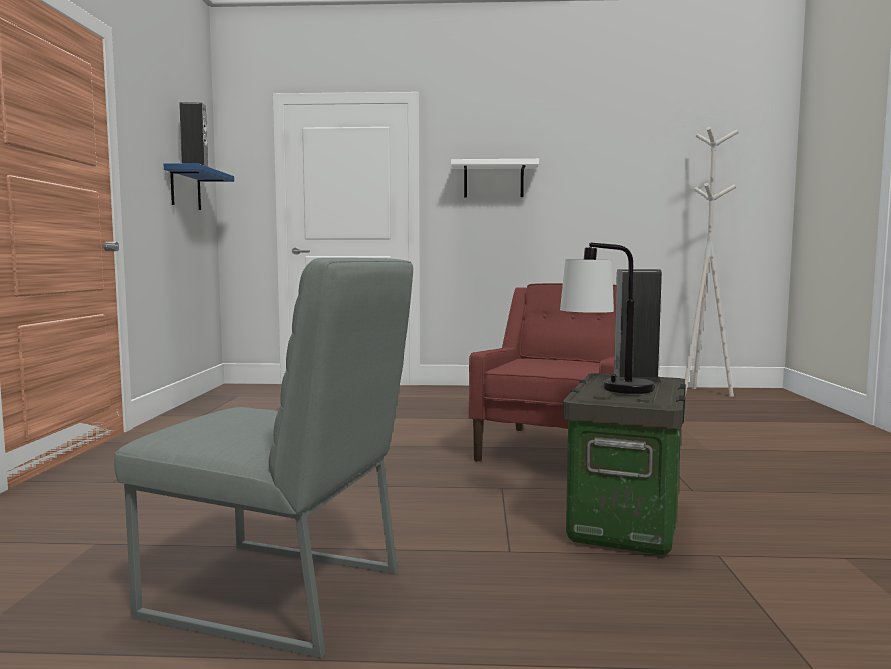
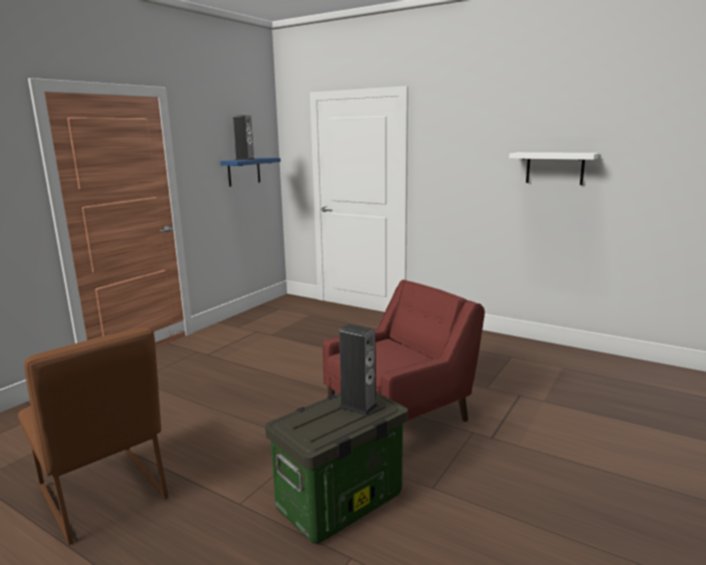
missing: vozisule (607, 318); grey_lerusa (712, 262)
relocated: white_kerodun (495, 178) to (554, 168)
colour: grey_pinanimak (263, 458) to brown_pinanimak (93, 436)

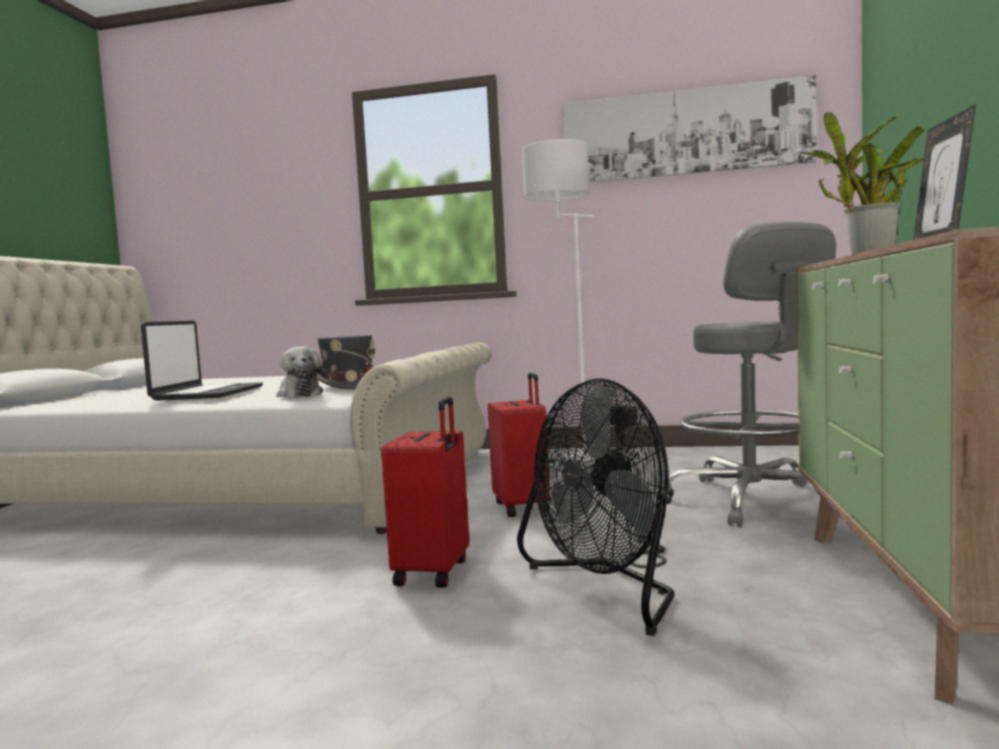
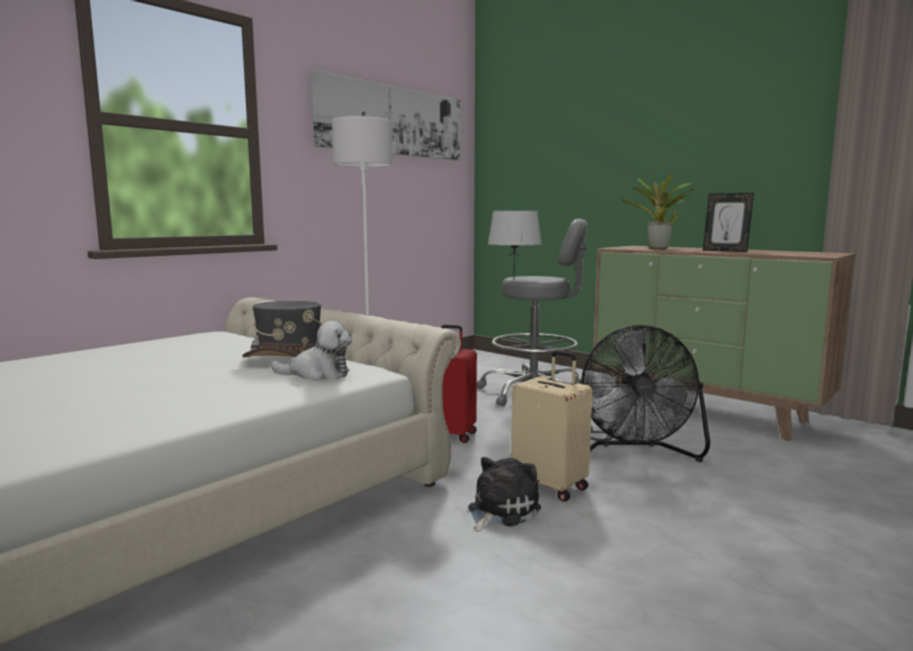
missing: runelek (202, 361)
appeared: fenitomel (504, 494); grey_vozisule (514, 245)
colour: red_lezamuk (425, 492) to beige_lezamuk (552, 426)

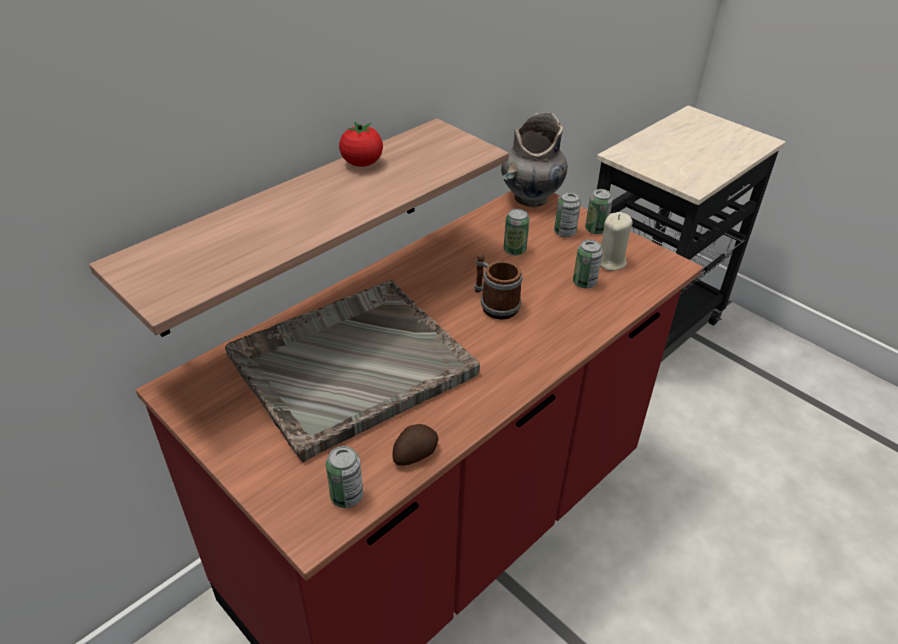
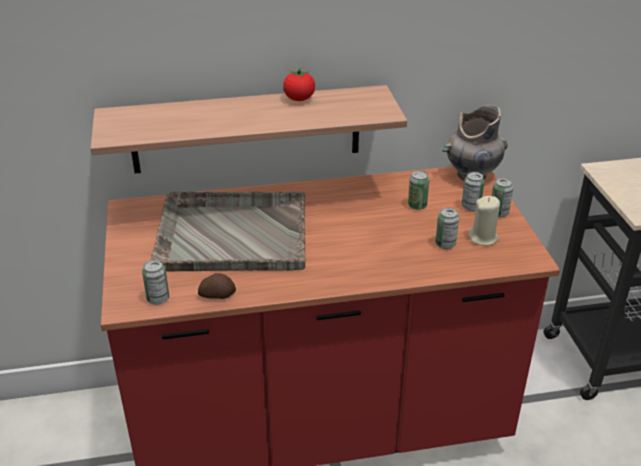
missing: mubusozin (499, 287)

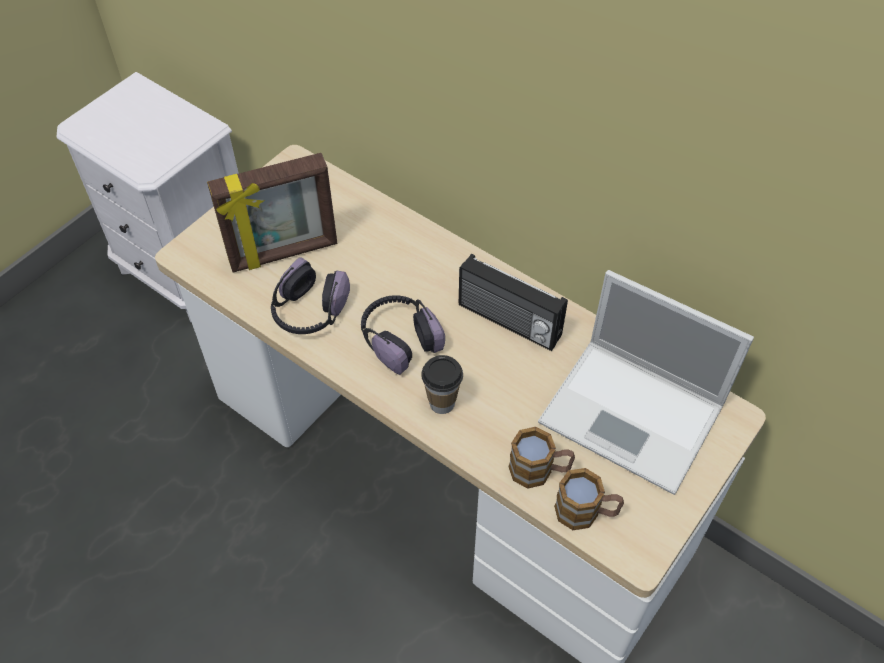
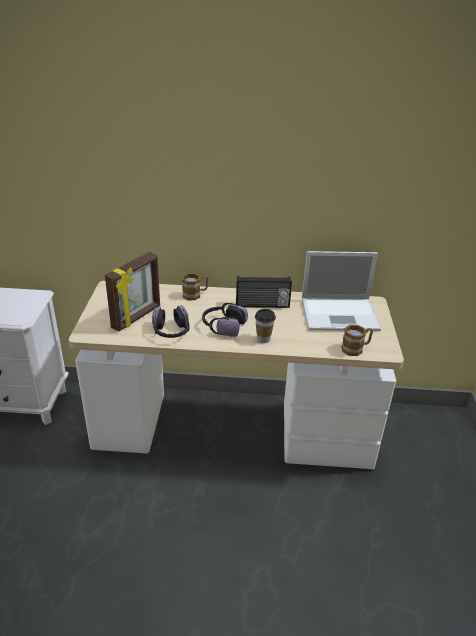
relocated: mubusozin (541, 457) to (195, 286)

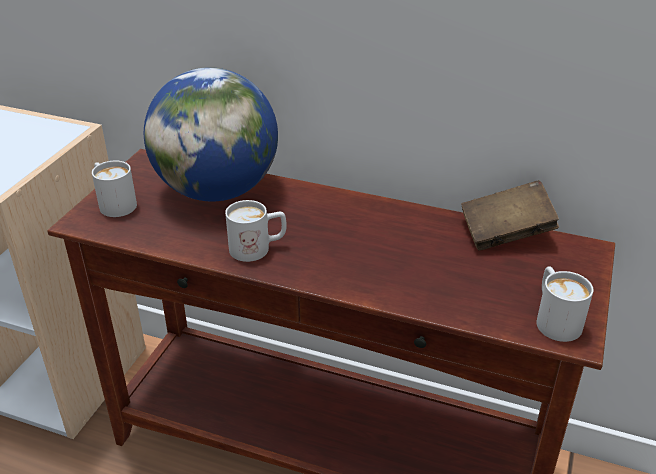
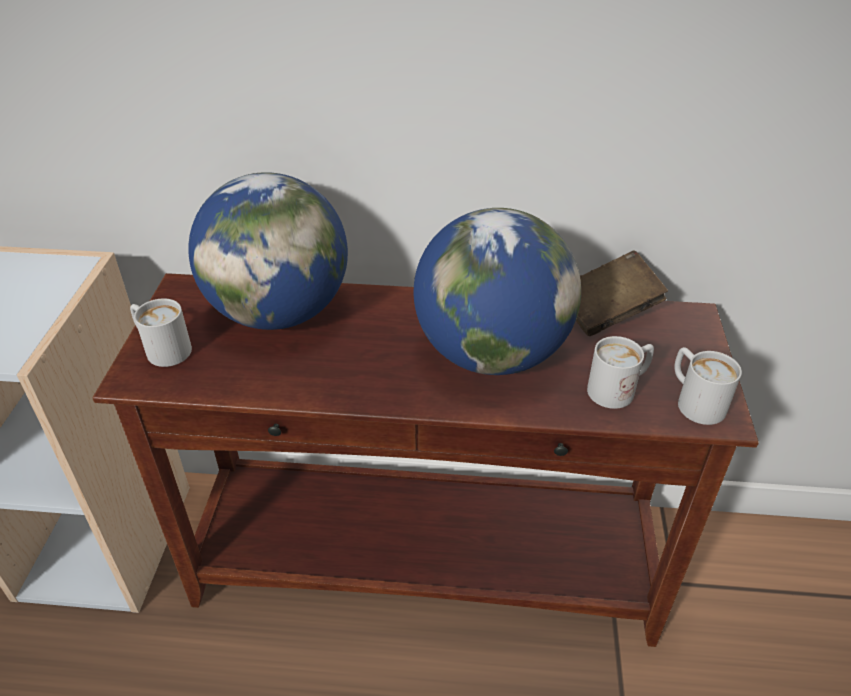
appeared: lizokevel (497, 291)
relocated: white_mubusozin (256, 231) to (620, 372)

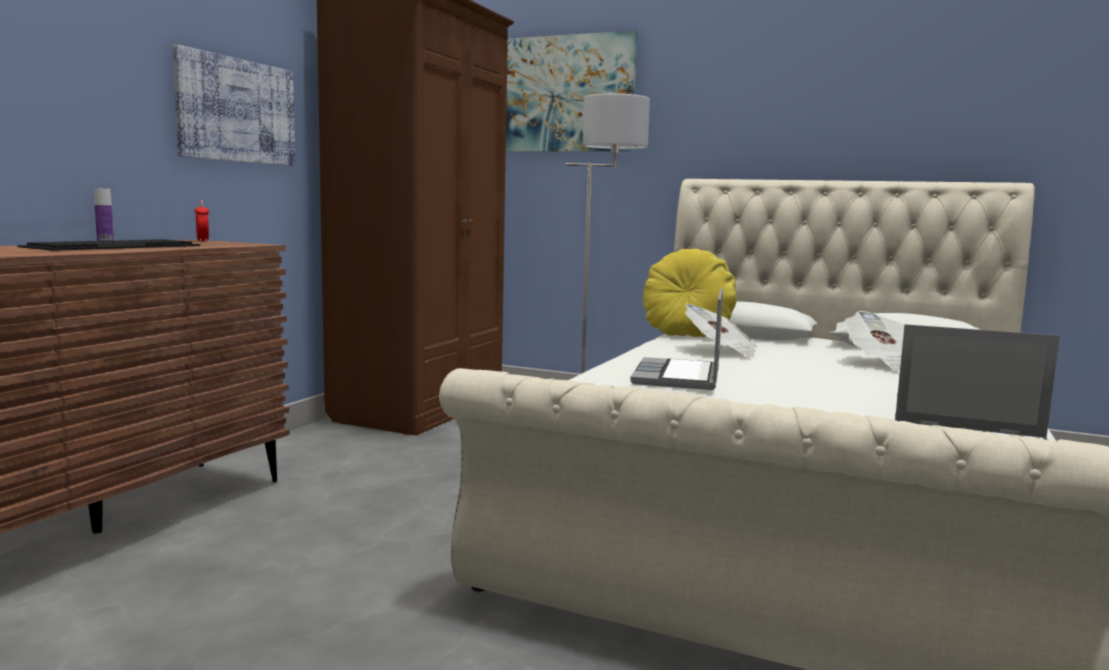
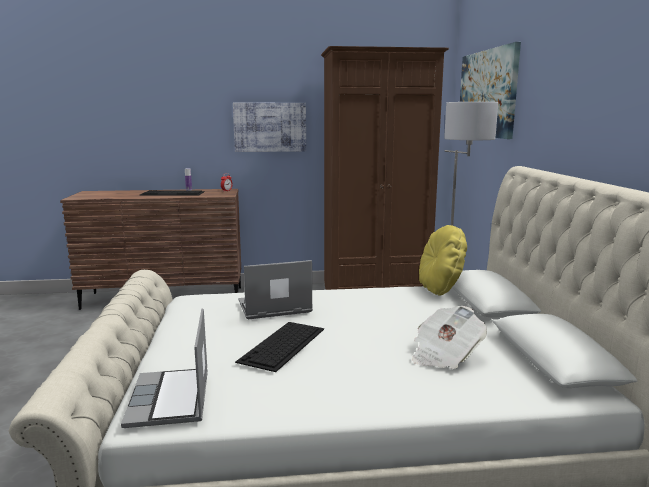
missing: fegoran (721, 331)
appeared: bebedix (279, 347)

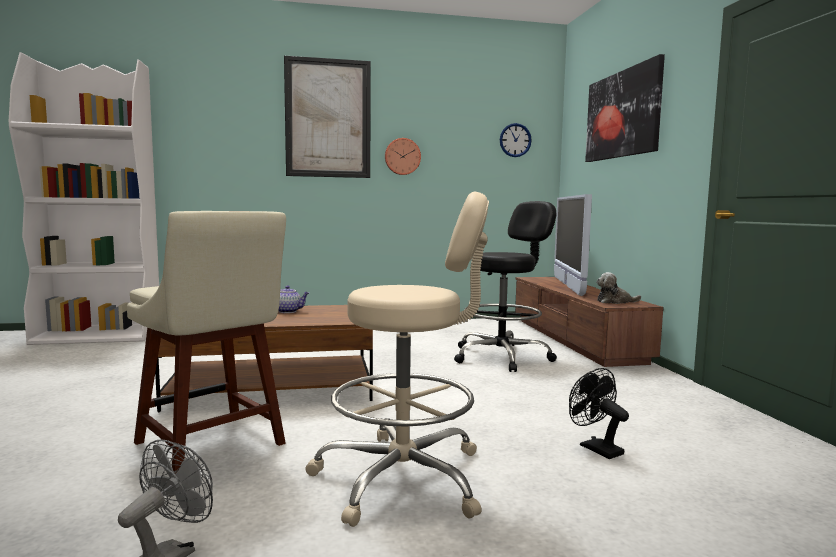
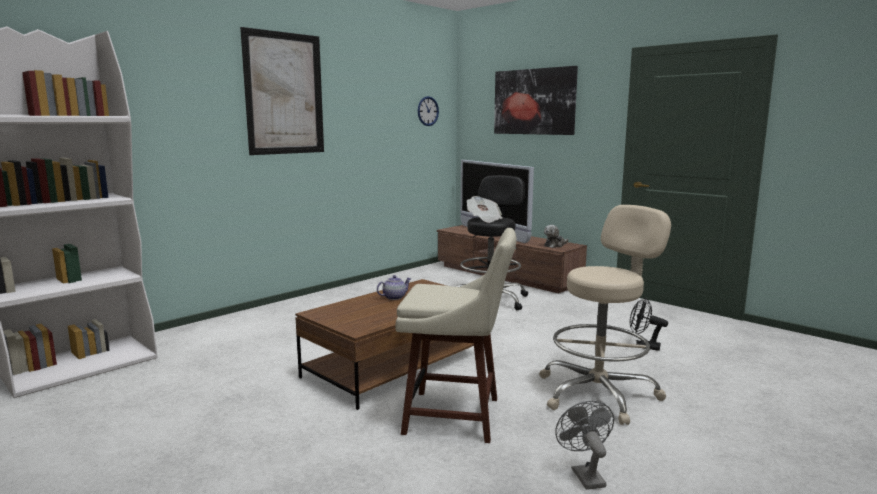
missing: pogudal (403, 156)
appeared: fegoran (484, 209)

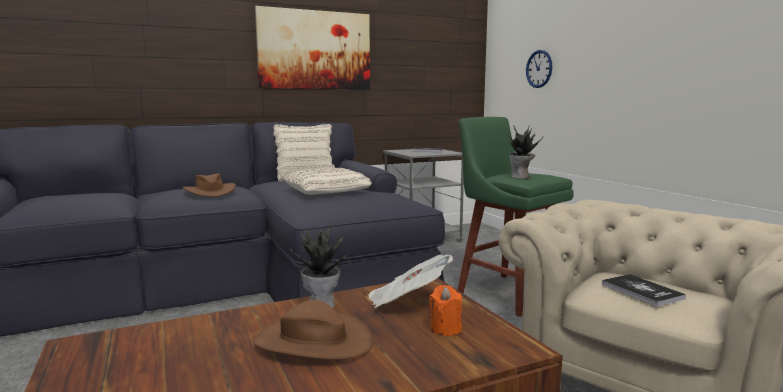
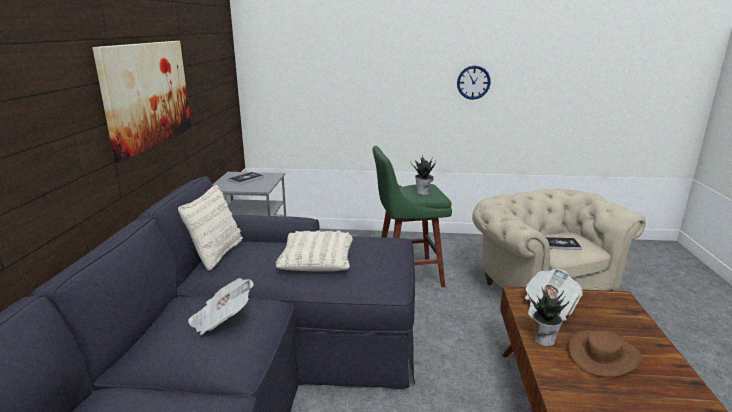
missing: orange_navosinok (445, 310)
relocated: pogudal (539, 69) to (474, 83)
exchanged: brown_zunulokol (209, 185) to fegoran (221, 306)

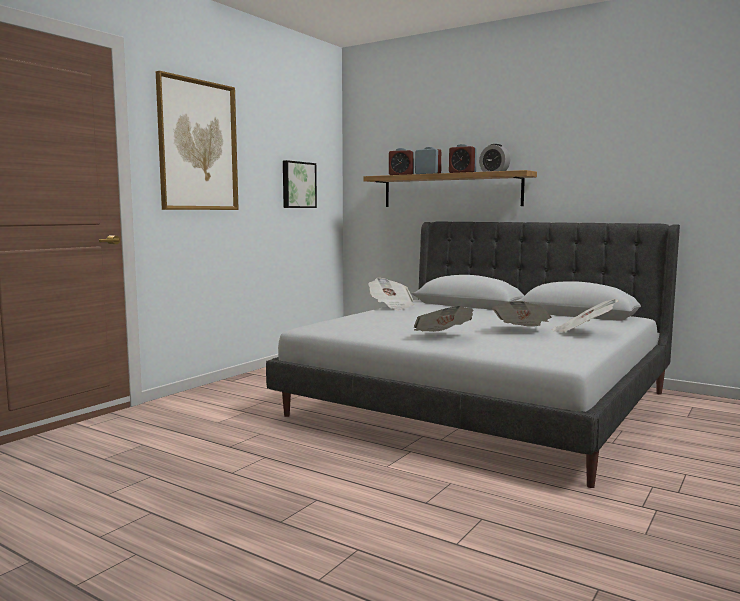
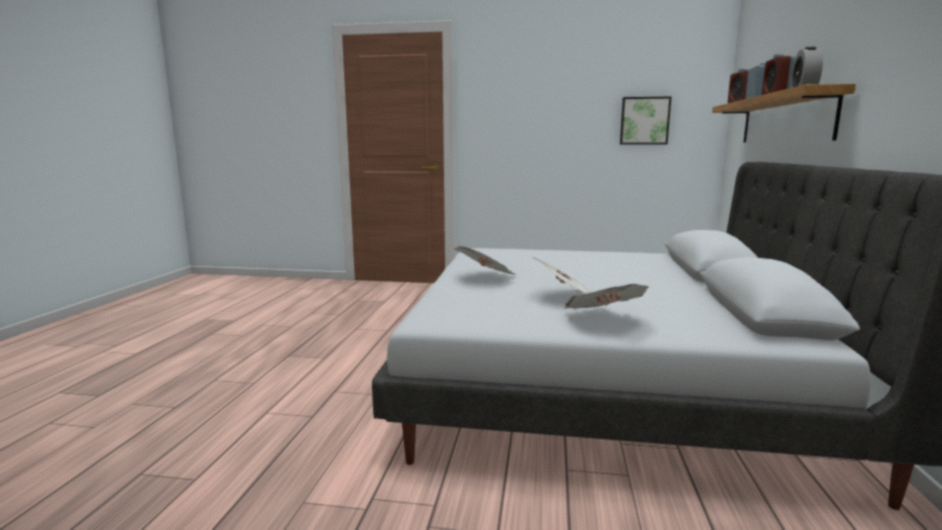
missing: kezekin (197, 140); fegoran (391, 294)

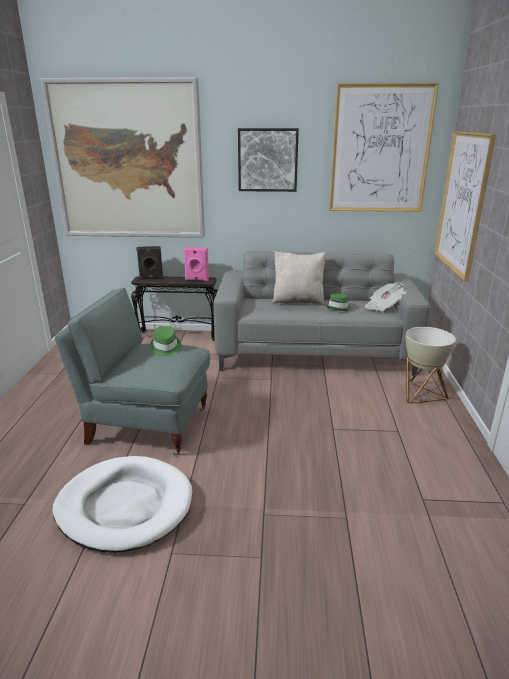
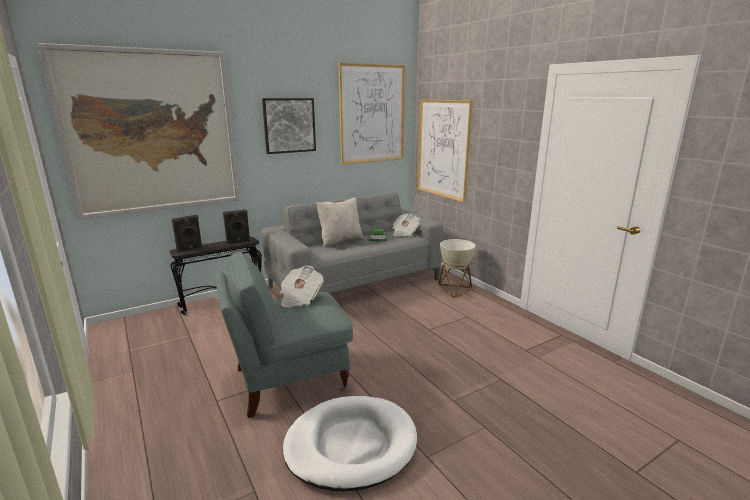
exchanged: green_zunulokol (165, 341) to fegoran (302, 286)
colour: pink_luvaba (196, 264) to black_luvaba (236, 226)

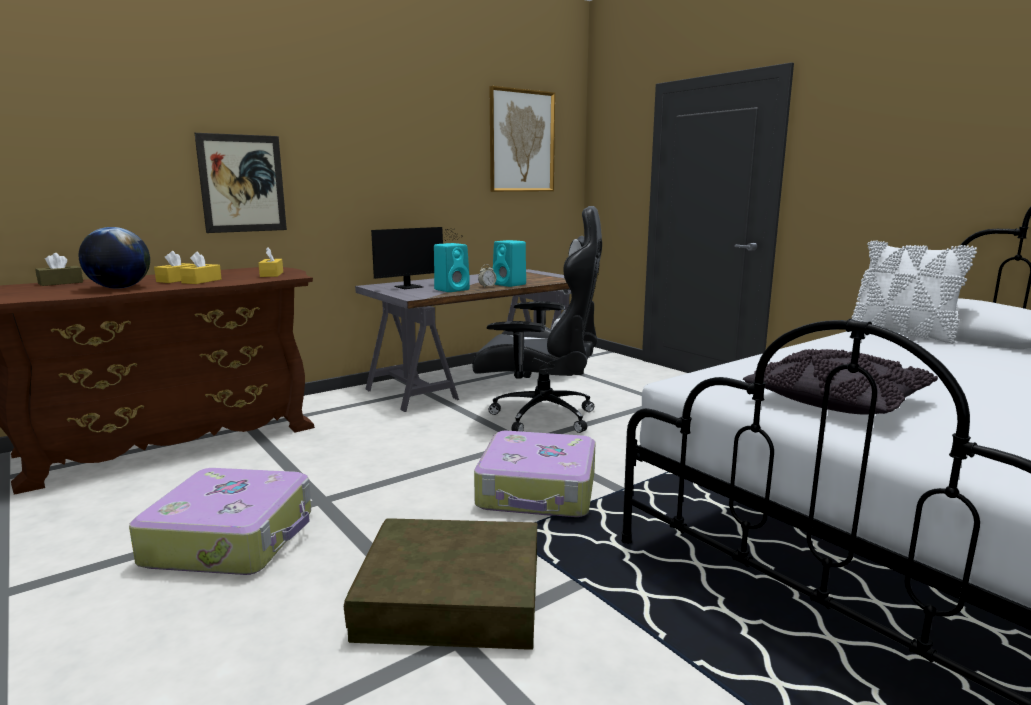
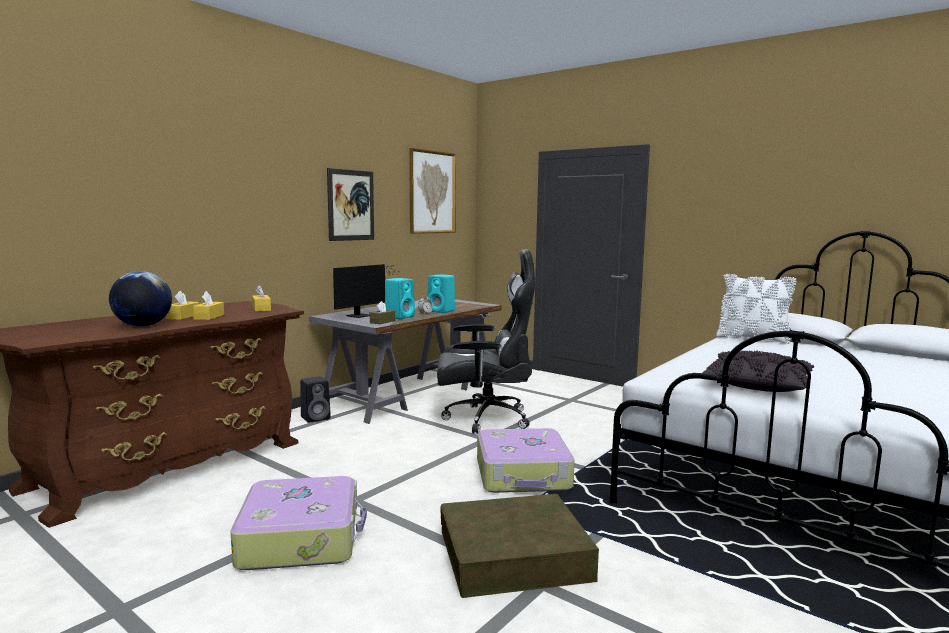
appeared: black_luvaba (315, 399)
relocated: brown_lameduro (59, 269) to (382, 312); kezekin (241, 183) to (350, 204)

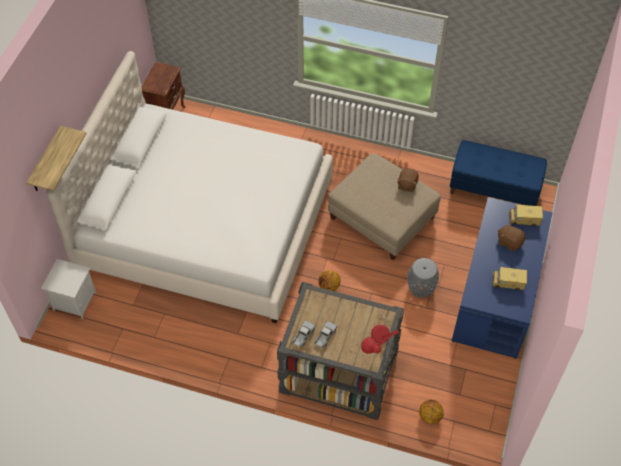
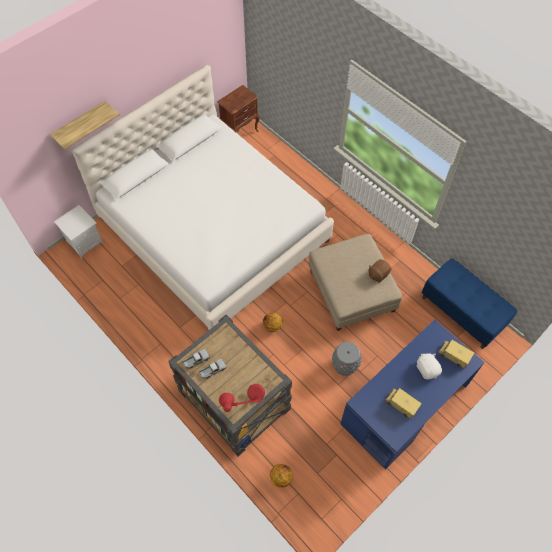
colour: brown_fenitomel (511, 237) to white_fenitomel (429, 366)

